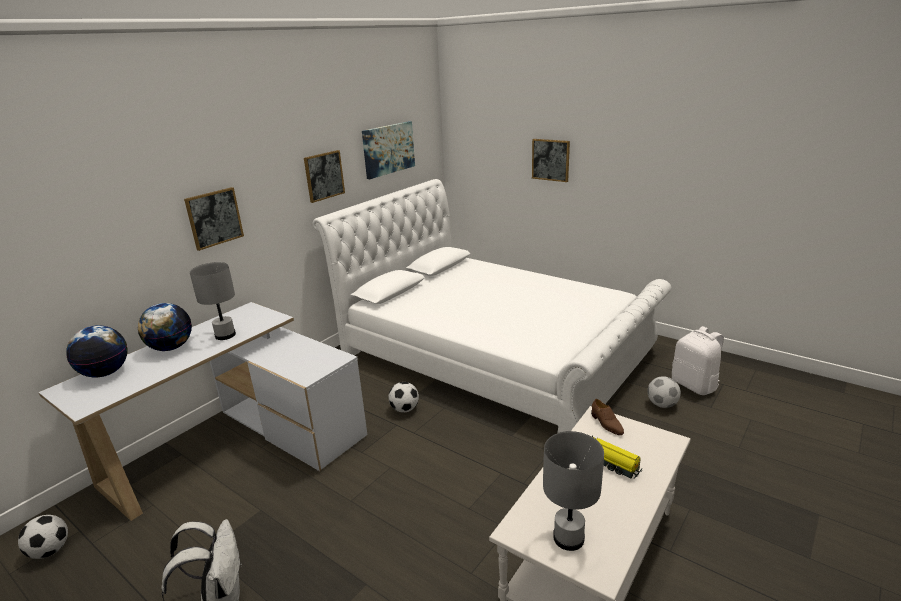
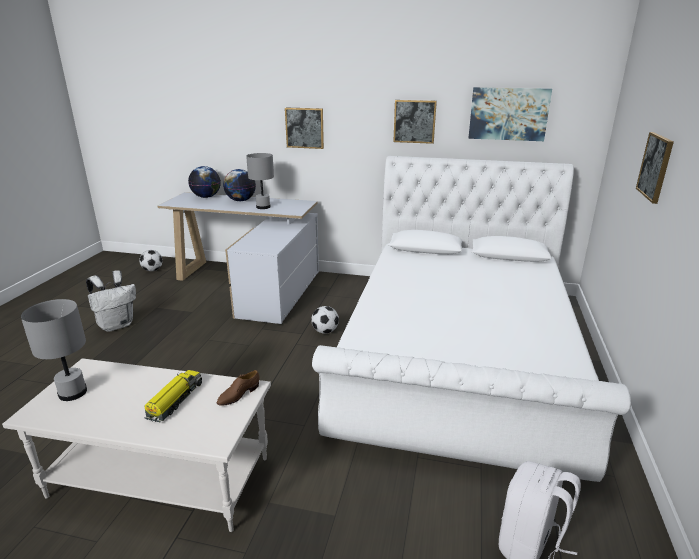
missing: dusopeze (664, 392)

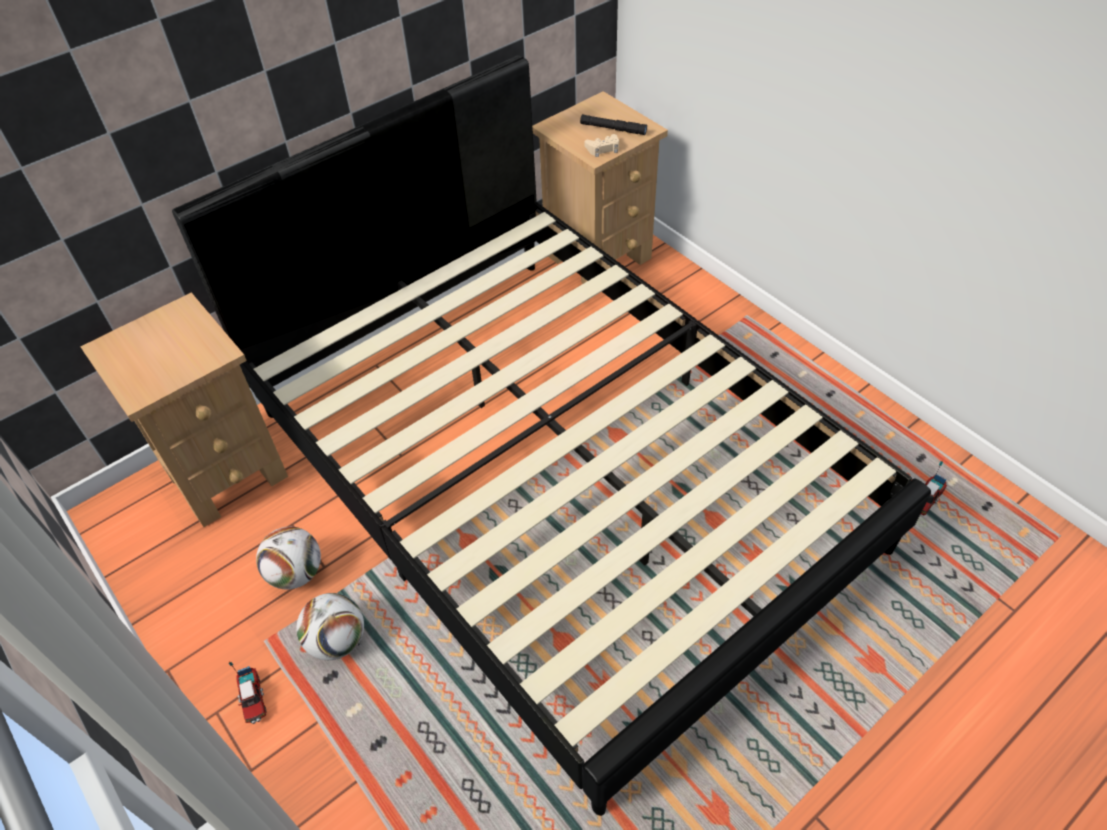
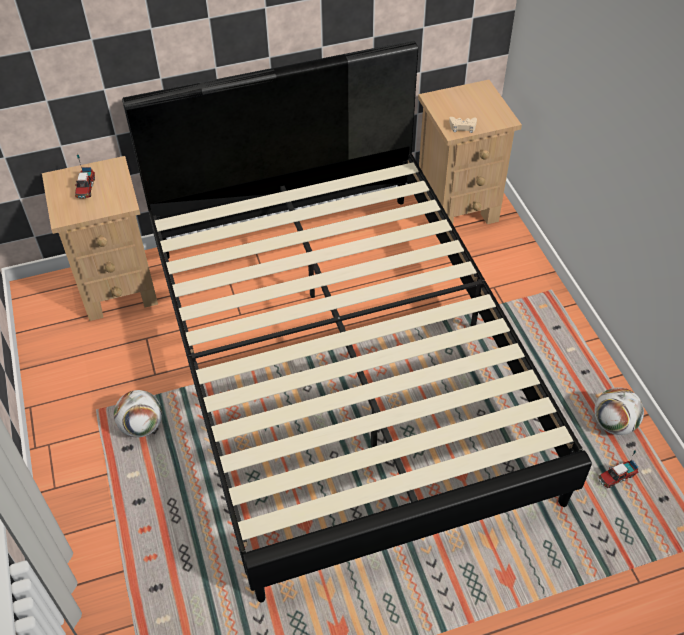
missing: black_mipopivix (613, 124)
relocated: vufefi (248, 693) to (85, 176); dusopeze (288, 558) to (619, 411)

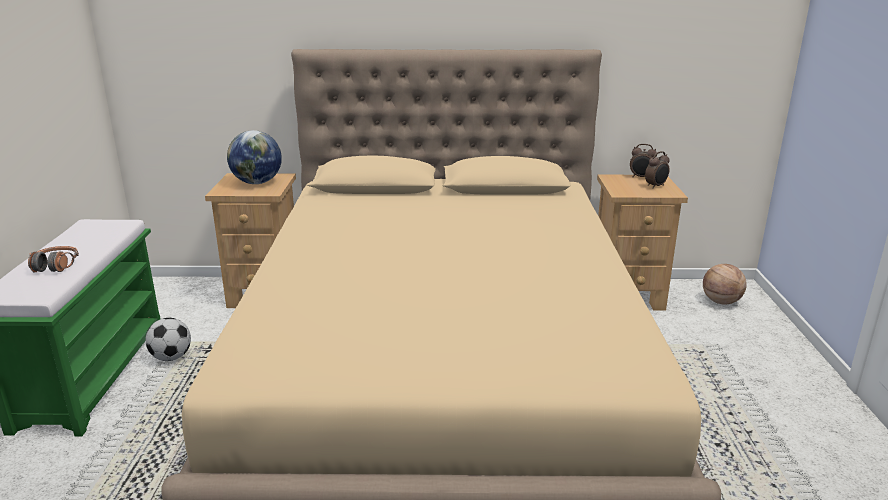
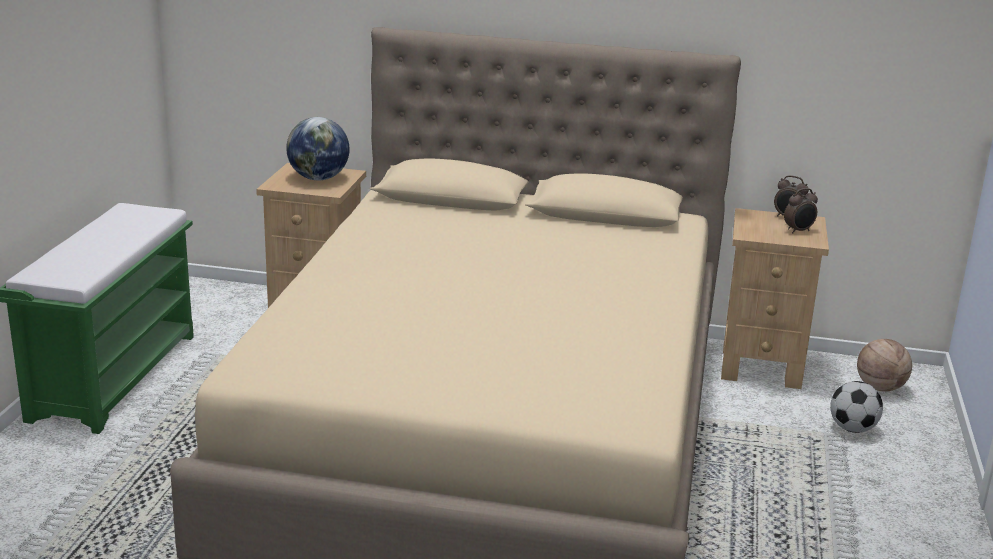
missing: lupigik (53, 259)
relocated: dusopeze (168, 339) to (856, 407)

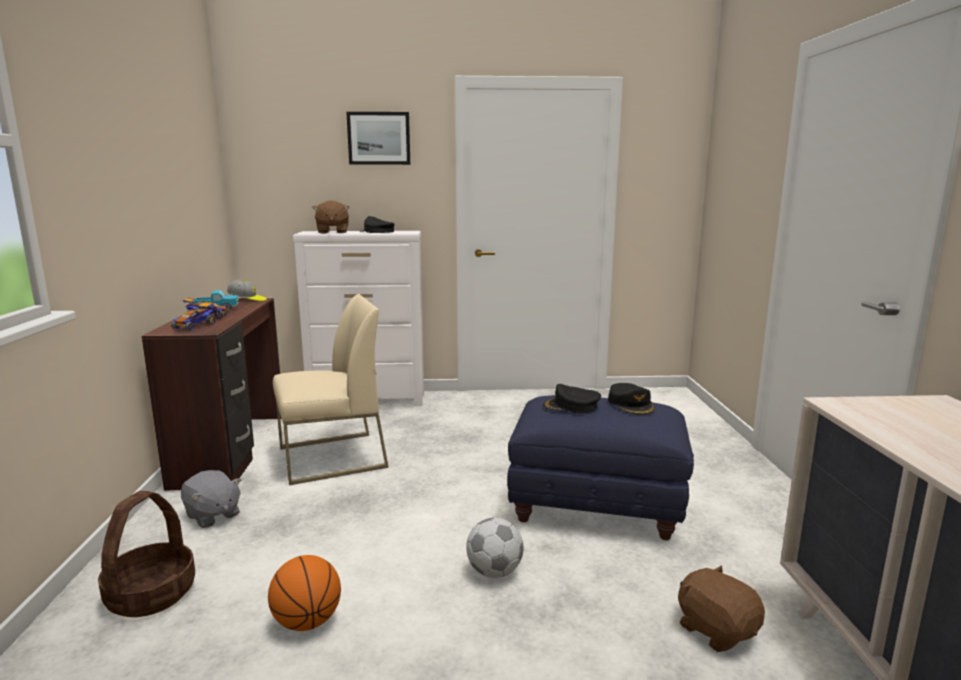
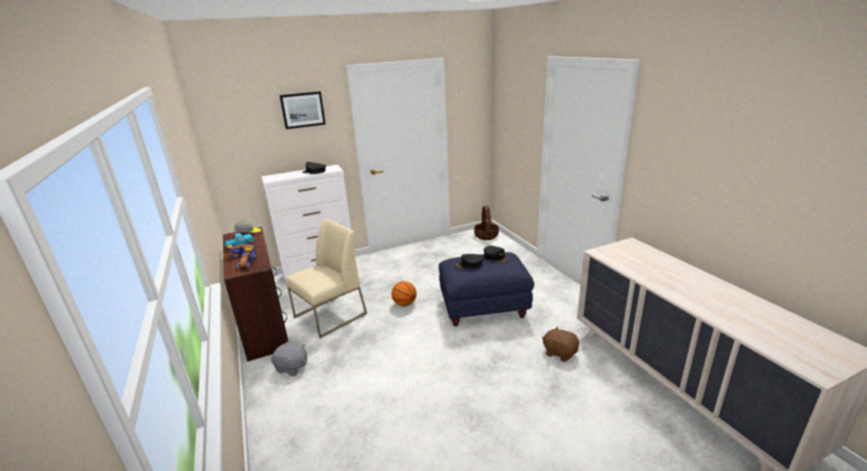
missing: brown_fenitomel (331, 217); dusopeze (495, 548)
relocated: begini (146, 554) to (486, 223); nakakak (304, 593) to (404, 293)

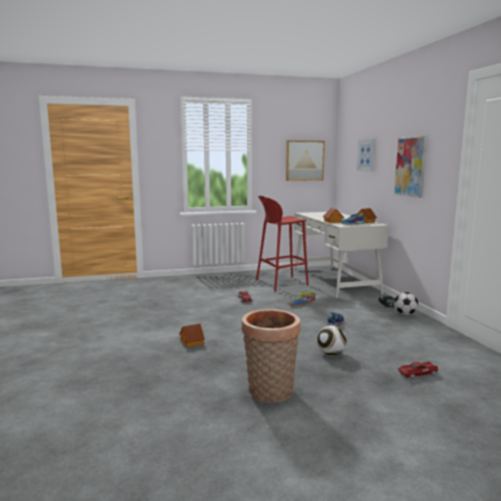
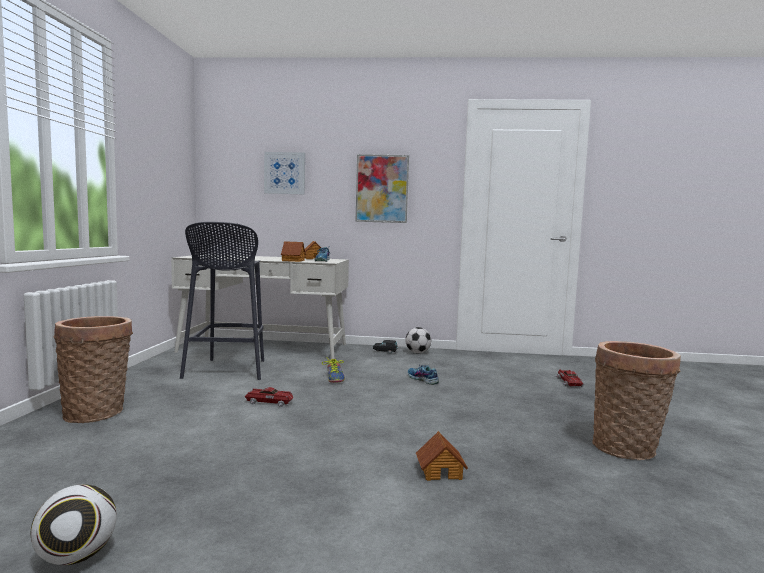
missing: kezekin (305, 160)
appeared: begini (93, 369)
relocated: dusopeze (332, 340) to (74, 524)
colour: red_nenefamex (282, 243) to grey_nenefamex (222, 301)

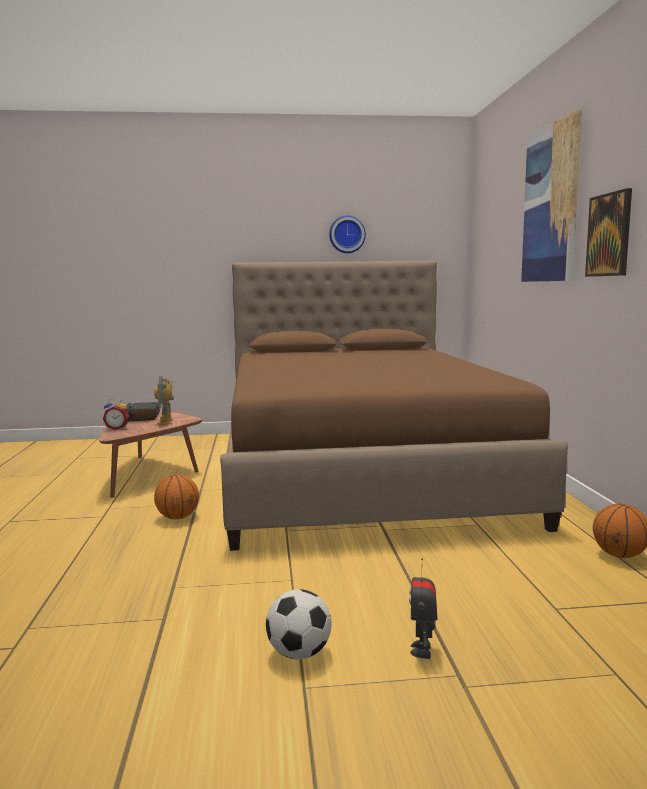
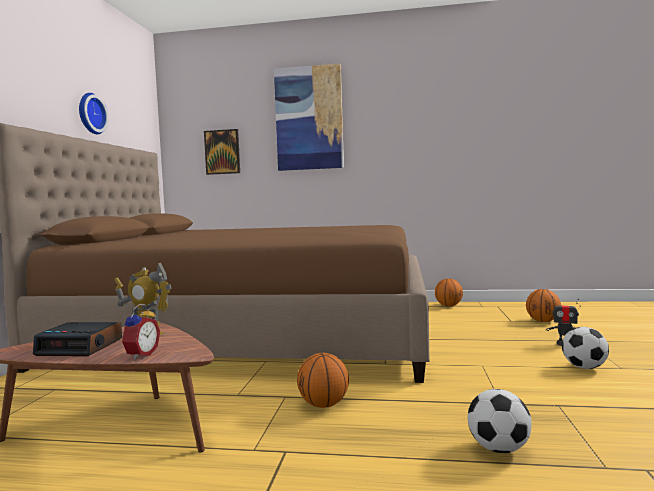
appeared: dusopeze (500, 421); nakakak (543, 305)
relocated: kezekin (608, 232) to (222, 152)

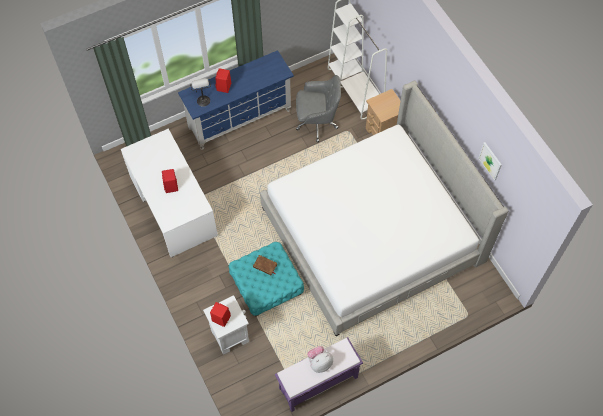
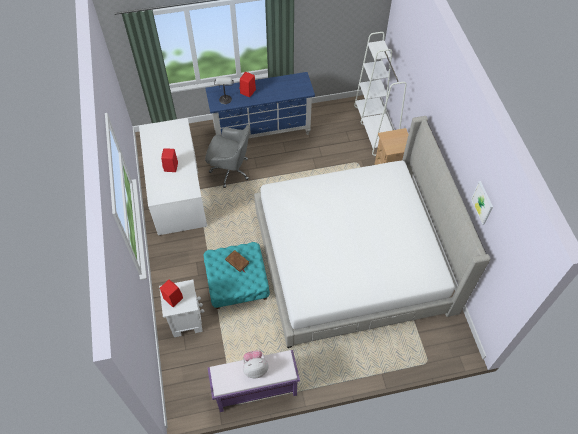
relocated: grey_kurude (318, 108) to (227, 156)

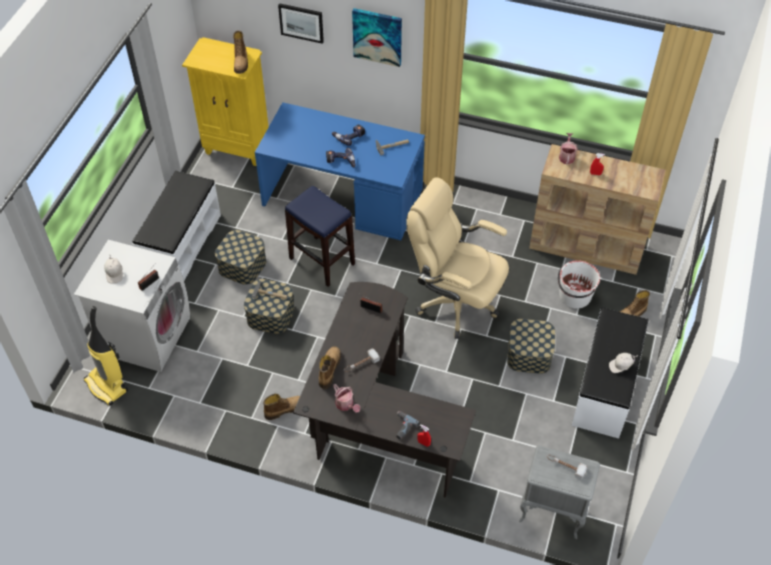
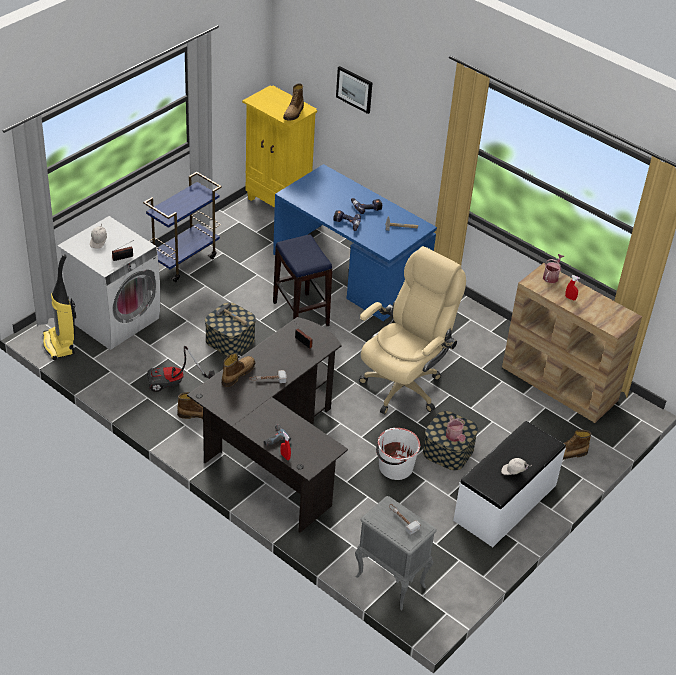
missing: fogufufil (240, 257); kezekin (377, 37)
appeared: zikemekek (181, 369)
relocated: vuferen (346, 398) to (456, 428); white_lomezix (579, 284) to (398, 454)
exchanged: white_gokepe (176, 225) to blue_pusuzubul (182, 227)
spun: beige_kurude (457, 258) = (412, 330) 75 degrees clockwise

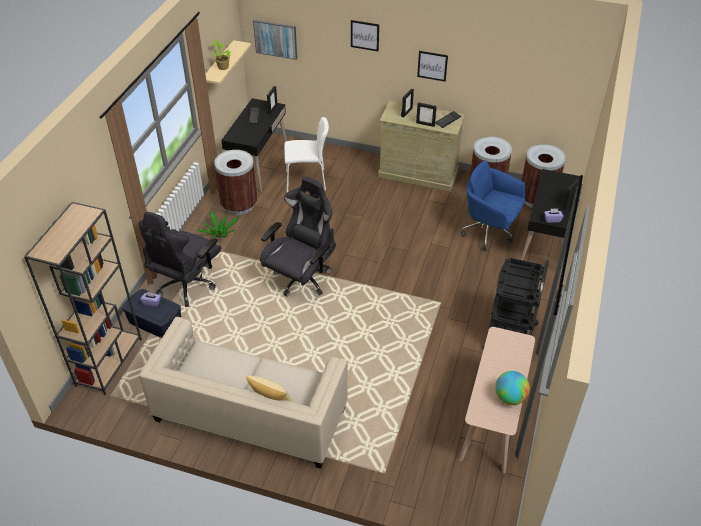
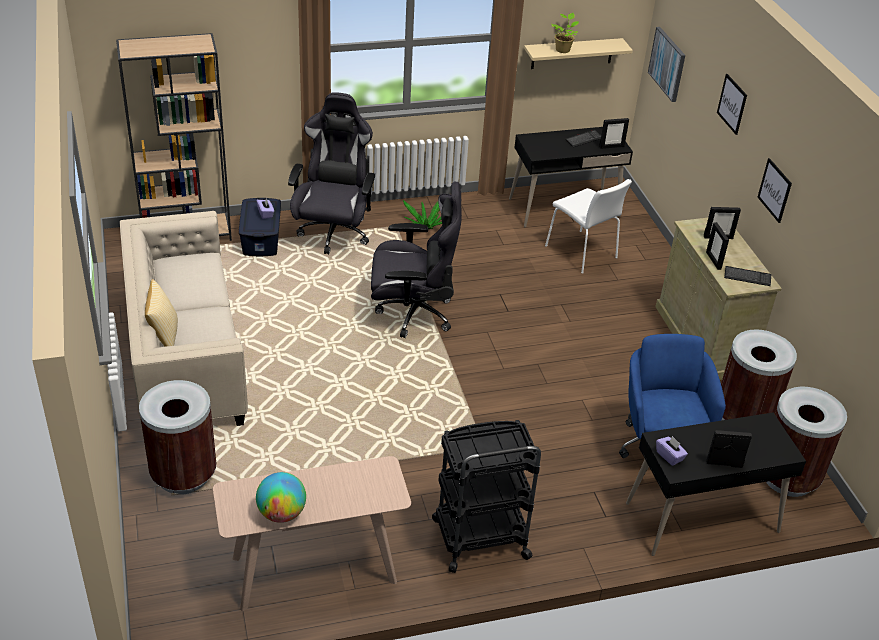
relocated: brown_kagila (235, 182) to (178, 437)
spun: black_kurude (180, 259) = (331, 173) 105 degrees clockwise

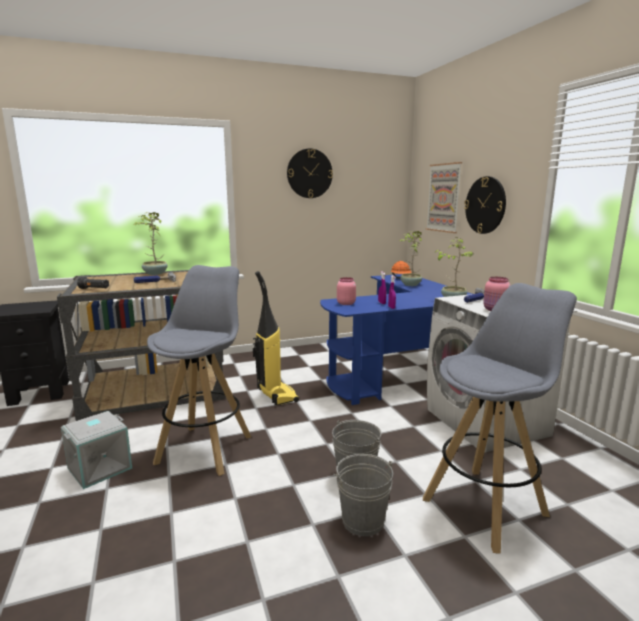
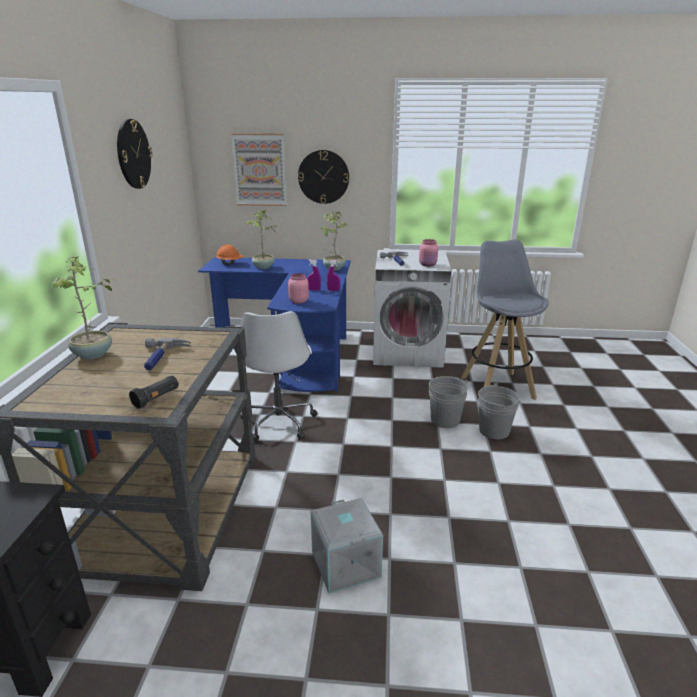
missing: grey_nenefamex (199, 370)
exchanged: zikemekek (276, 338) to white_kurude (277, 376)

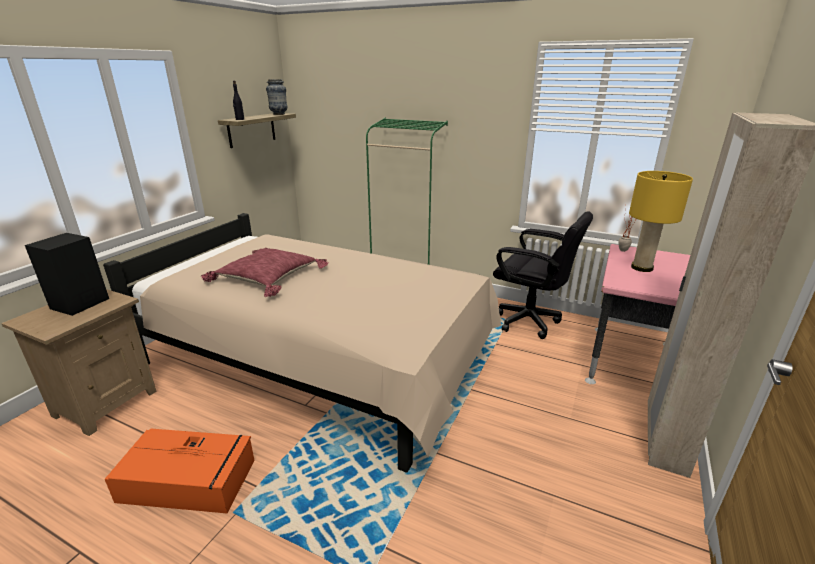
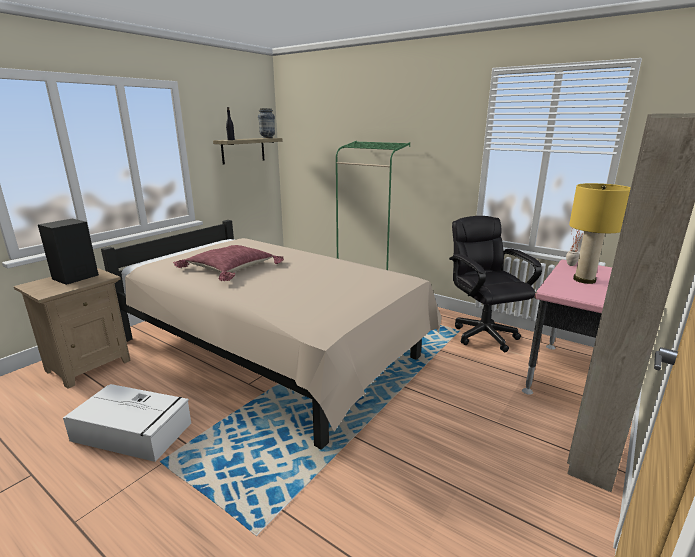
colour: orange_fogufufil (180, 470) to white_fogufufil (127, 423)
spun: black_kurude (543, 275) = (495, 284) 150 degrees counterclockwise

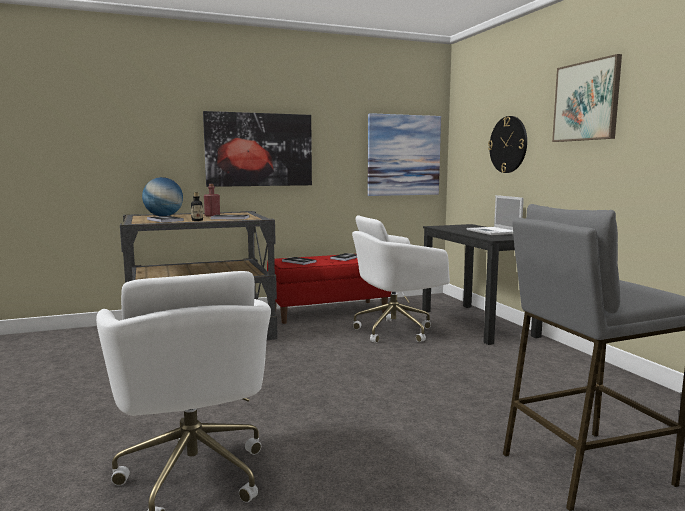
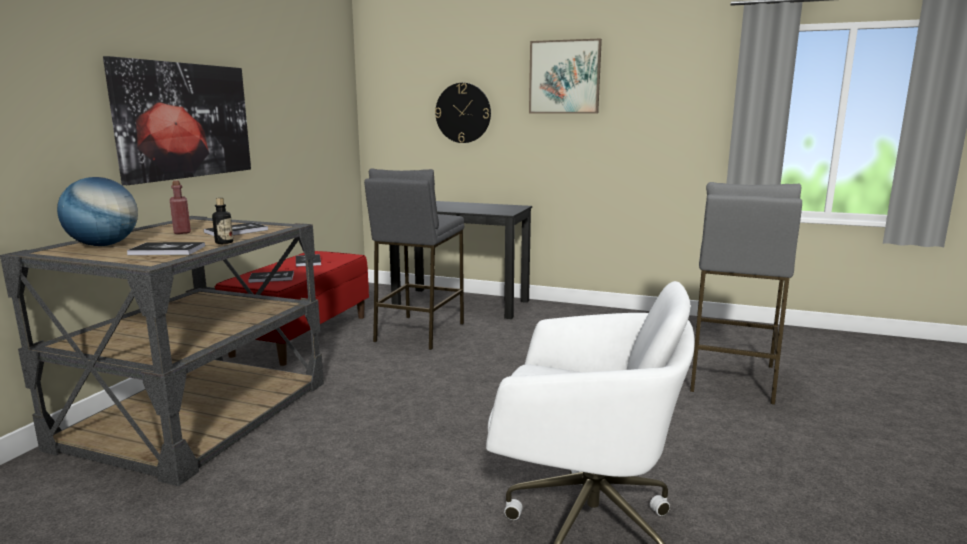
missing: kezekin (404, 154); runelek (495, 215)
exchanged: white_kurude (401, 279) to grey_nenefamex (414, 259)

